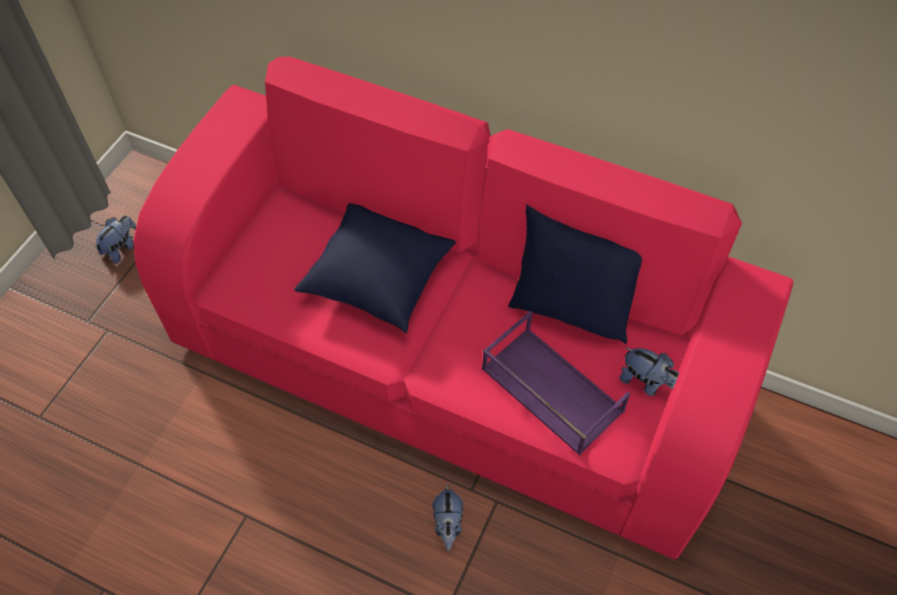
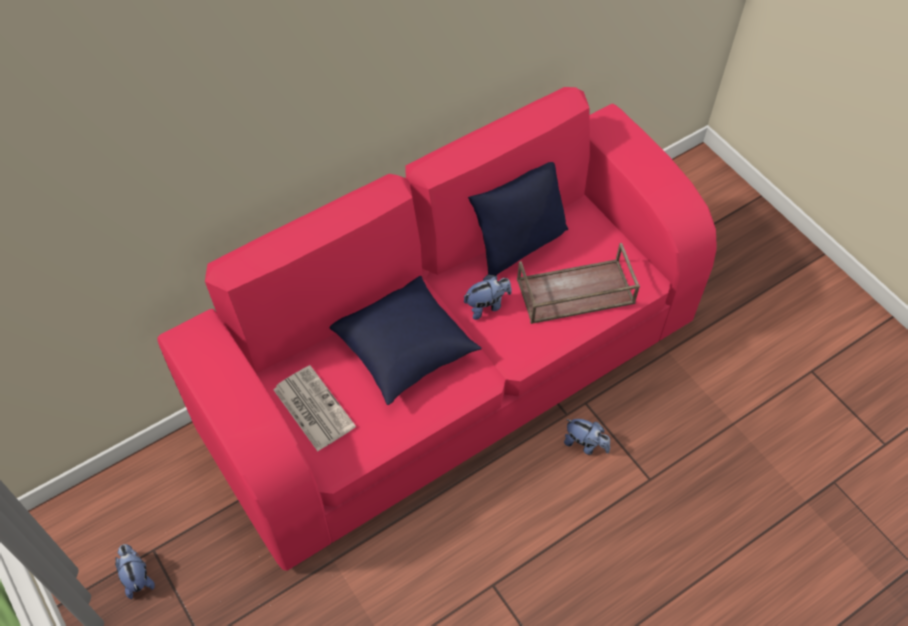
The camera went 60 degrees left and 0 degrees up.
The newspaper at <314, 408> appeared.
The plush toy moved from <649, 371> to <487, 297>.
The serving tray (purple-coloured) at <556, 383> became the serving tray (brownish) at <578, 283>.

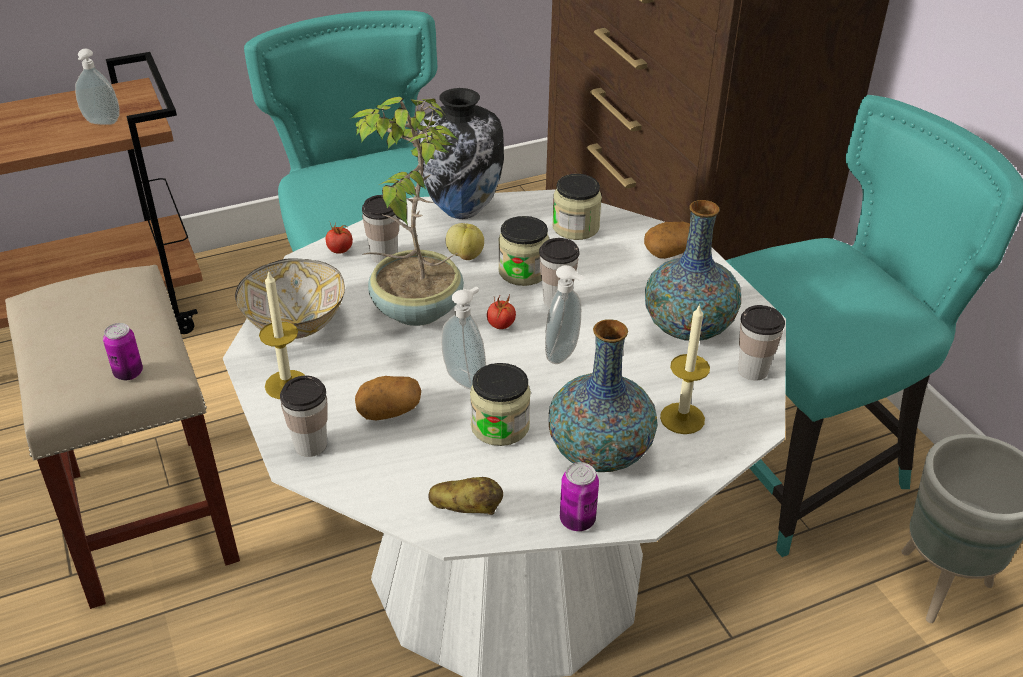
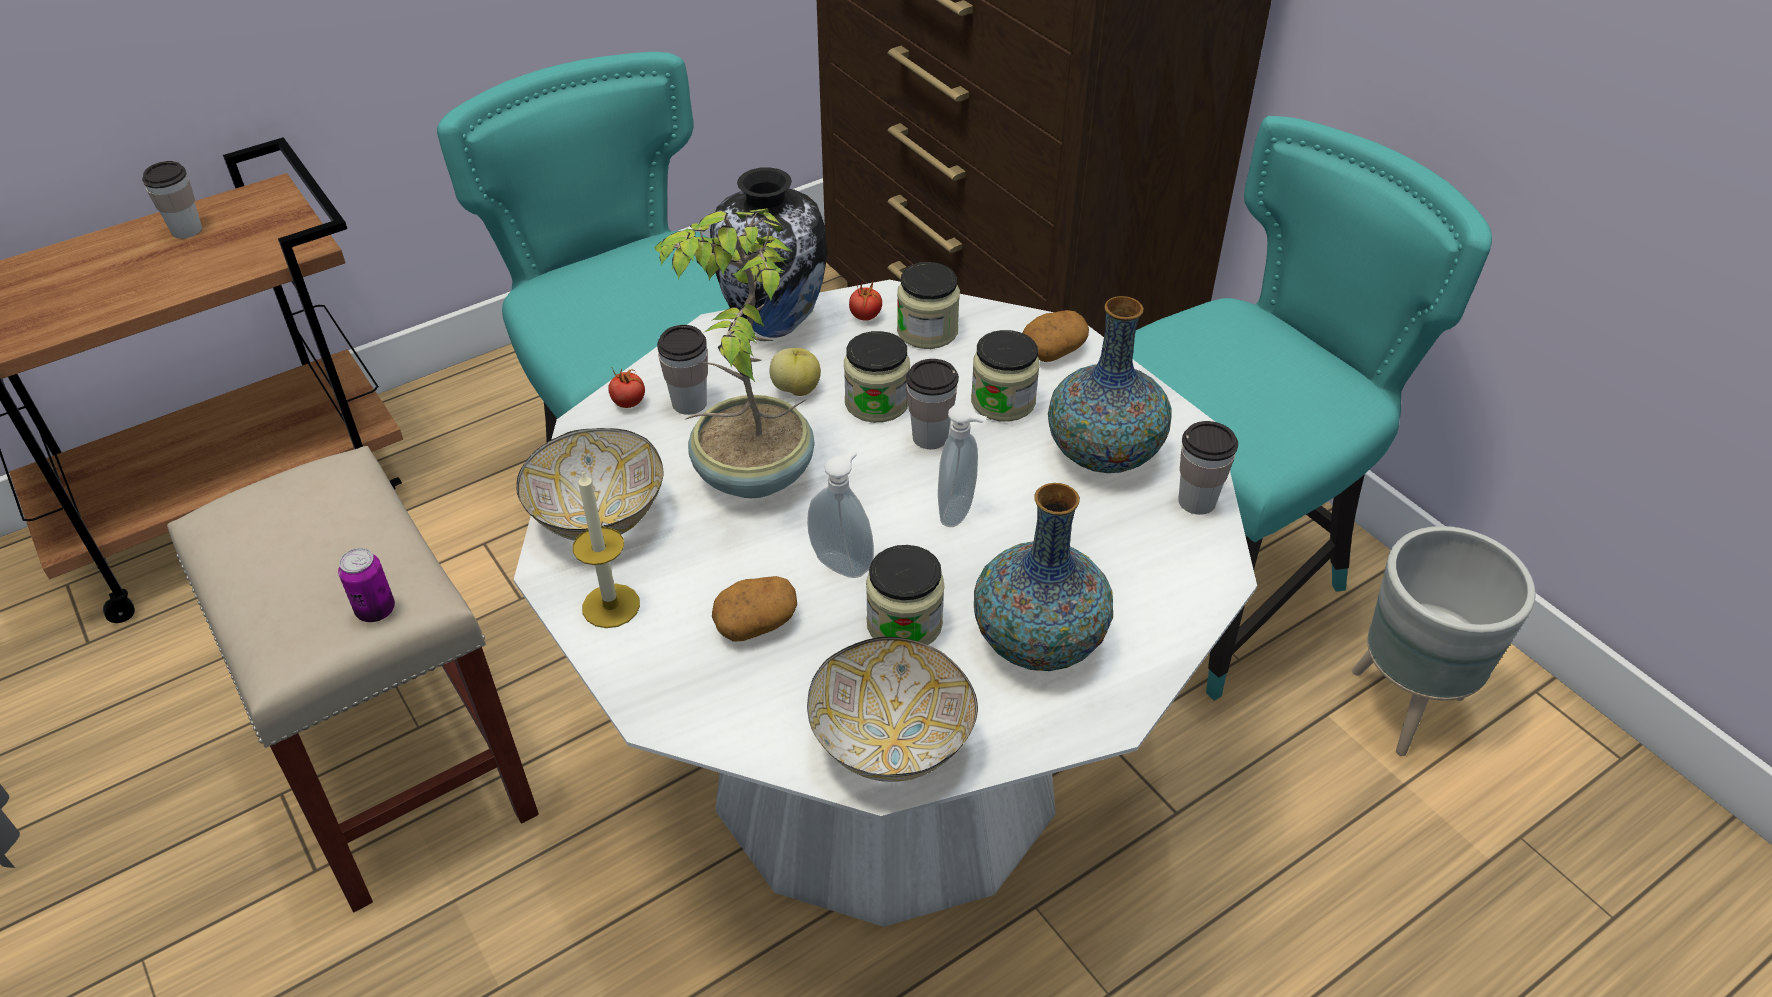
The camera went 10 degrees left and 5 degrees up.
The drinking cup moved from <304, 416> to <172, 200>.
The potato at <465, 496> was replaced by the serving bowl at <892, 709>.
The fresh tomato moved from <501, 312> to <865, 299>.
The preserve jar at <1005, 376> appeared.
The soap bottle at <97, 87> disappeared.
The can at <579, 496> disappeared.
The candle at <685, 369> disappeared.

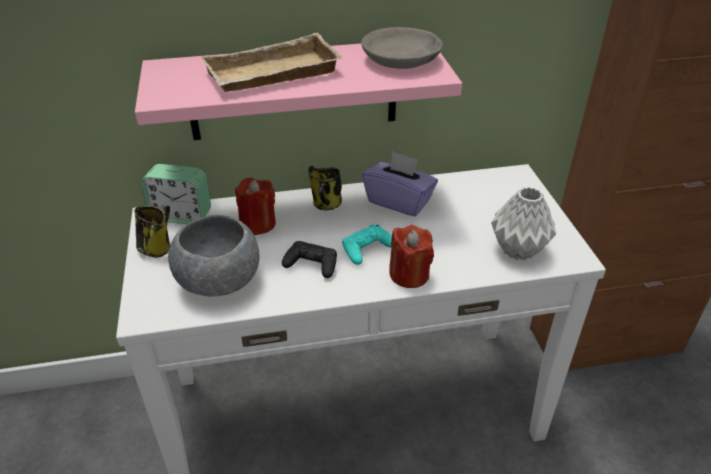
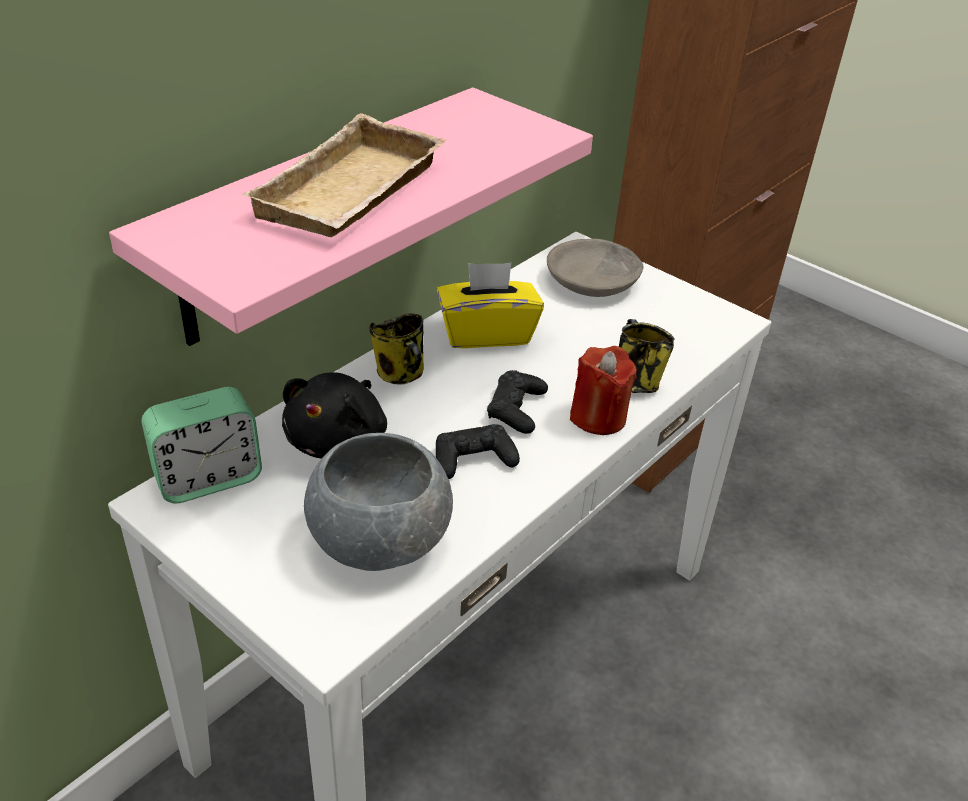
The camera went 40 degrees left and 0 degrees up.
The candle (reddish) at <255, 206> was replaced by the plush toy (black) at <334, 415>.
The tissue holder (purple-coloured) at <400, 184> became the tissue holder (yellow) at <490, 305>.
The joypad (blue-green) at <367, 244> became the joypad (black) at <517, 402>.
The serving bowl (gray) moved from <402, 48> to <595, 268>.
The tea mug moved from <152, 231> to <647, 356>.
The flower vase (gray) at <523, 223> disappeared.

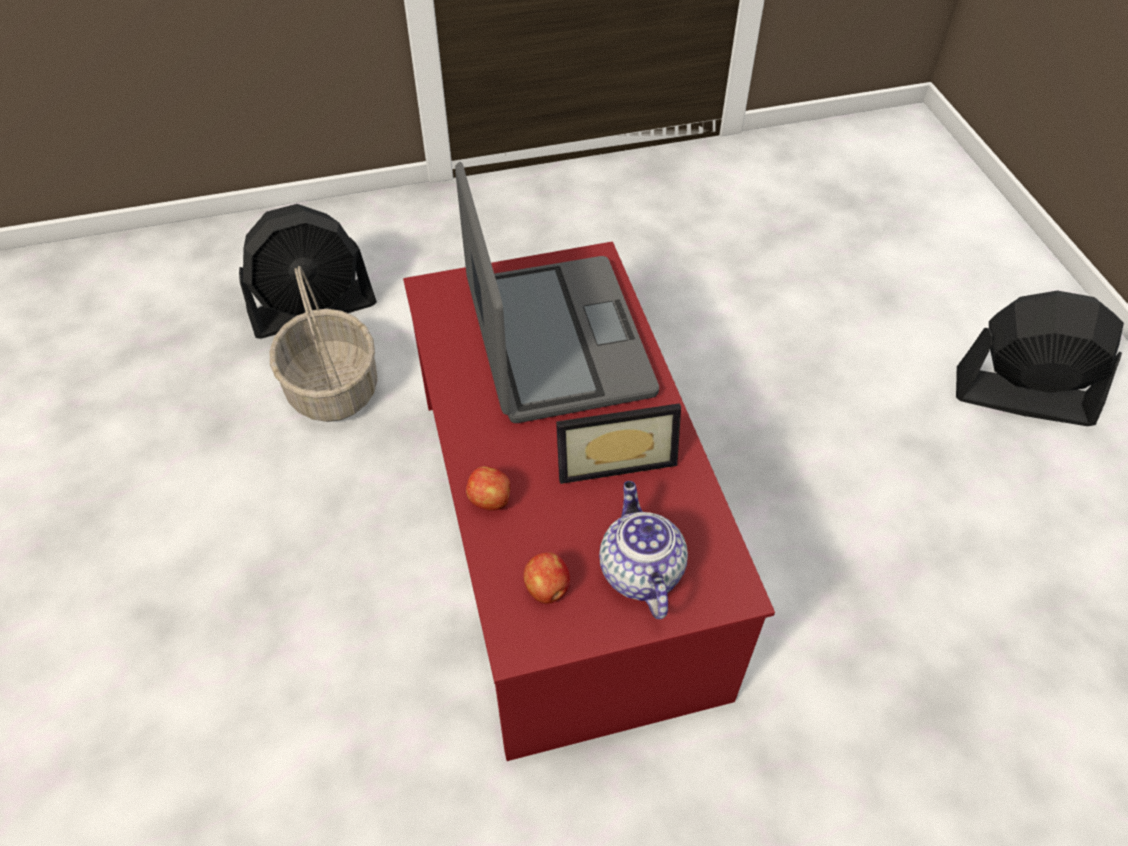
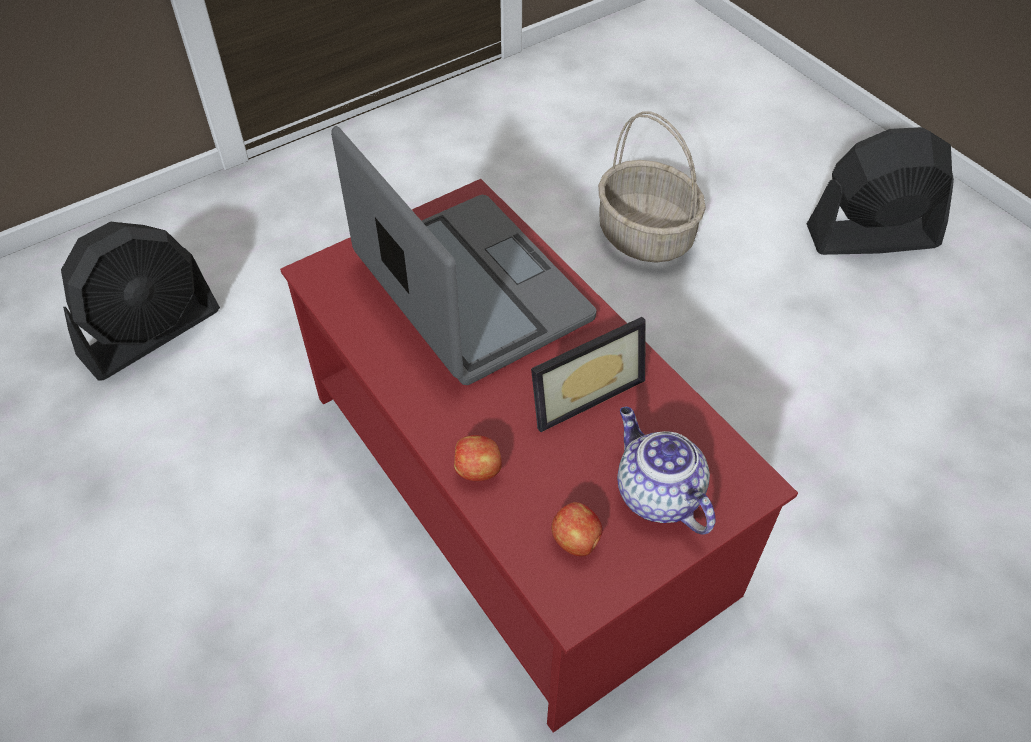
The camera went 20 degrees left and 0 degrees up.
The basket moved from <323, 344> to <652, 187>.

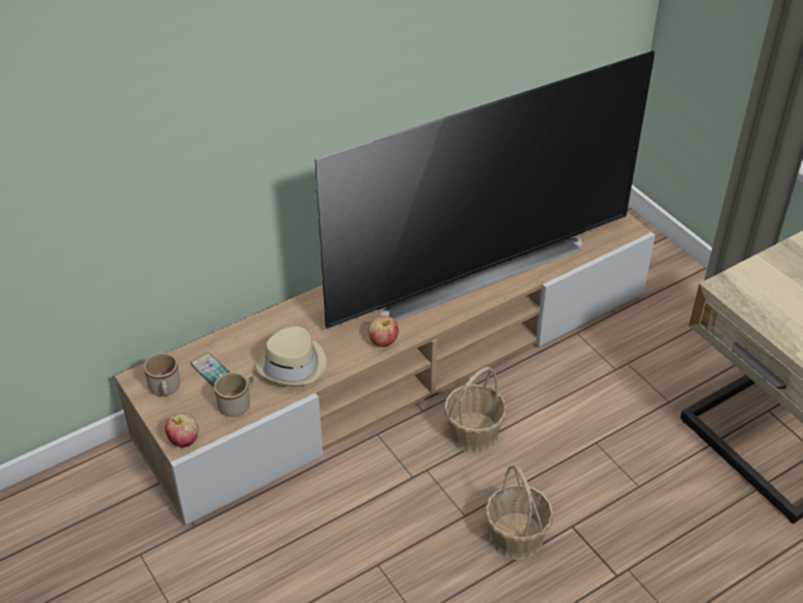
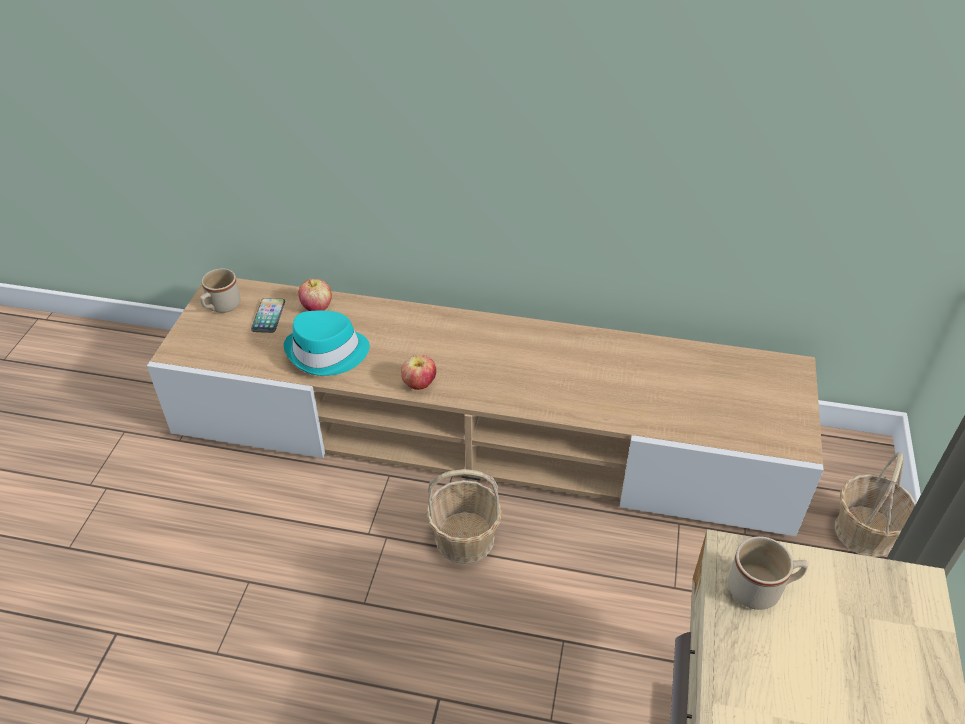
The camera went 45 degrees right and 0 degrees up.
The clothing hat (sand-coloured) at <291, 356> became the clothing hat (blue-green) at <327, 343>.
The whole apple moved from <182, 430> to <315, 295>.
The tea mug (sand-coloured) moved from <234, 394> to <768, 573>.
The basket moved from <519, 512> to <875, 504>.
The TV at <485, 190> disappeared.

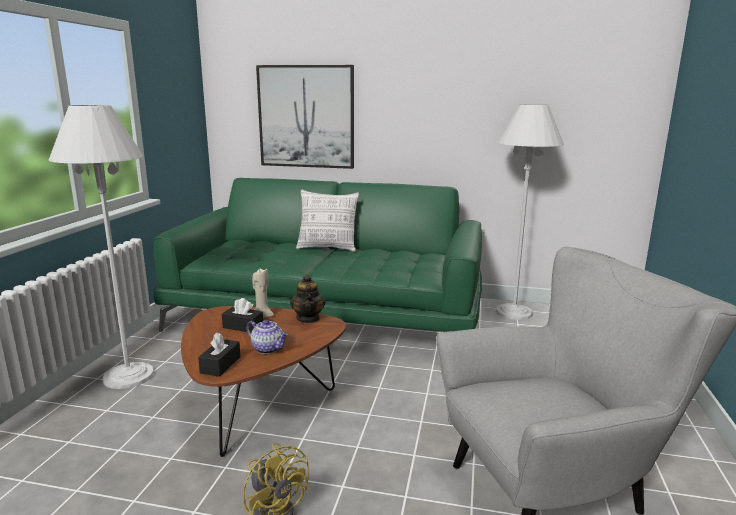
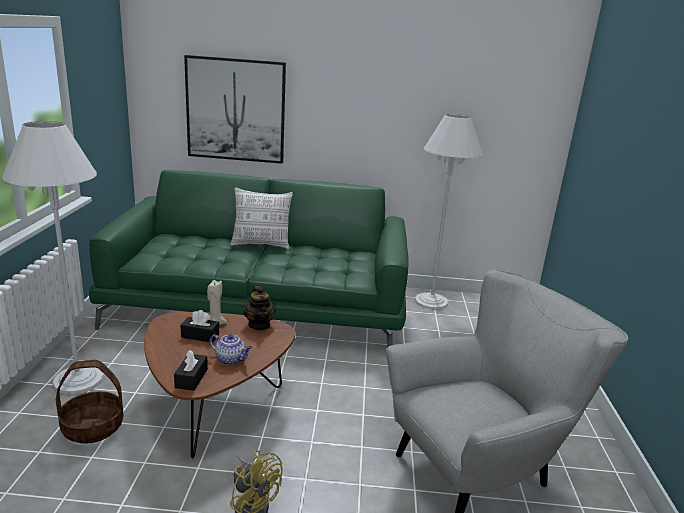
The camera went 10 degrees left and 5 degrees up.
The basket at <89, 402> appeared.

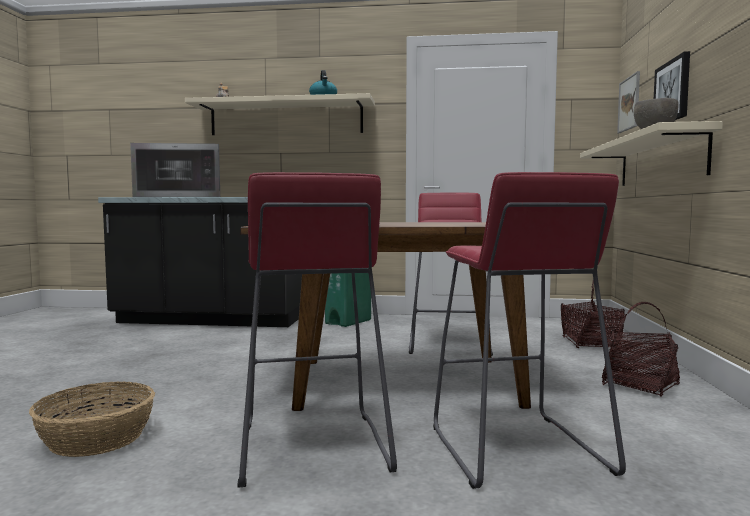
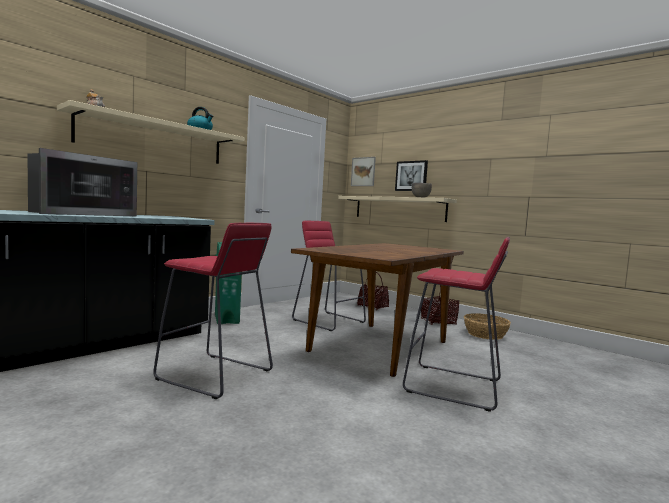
The camera went 55 degrees left and 0 degrees up.
The stool (reddish) moved from <529, 330> to <213, 311>.
The basket moved from <92, 419> to <487, 326>.

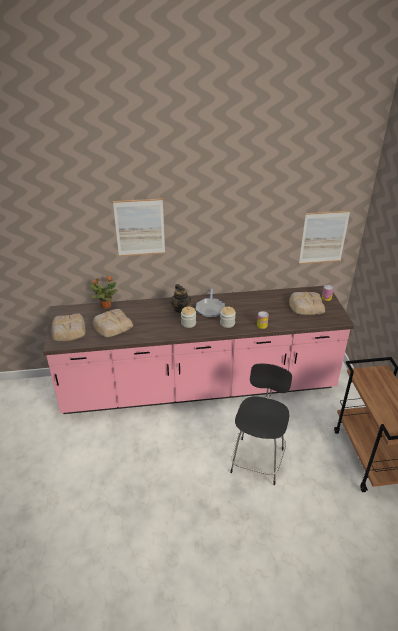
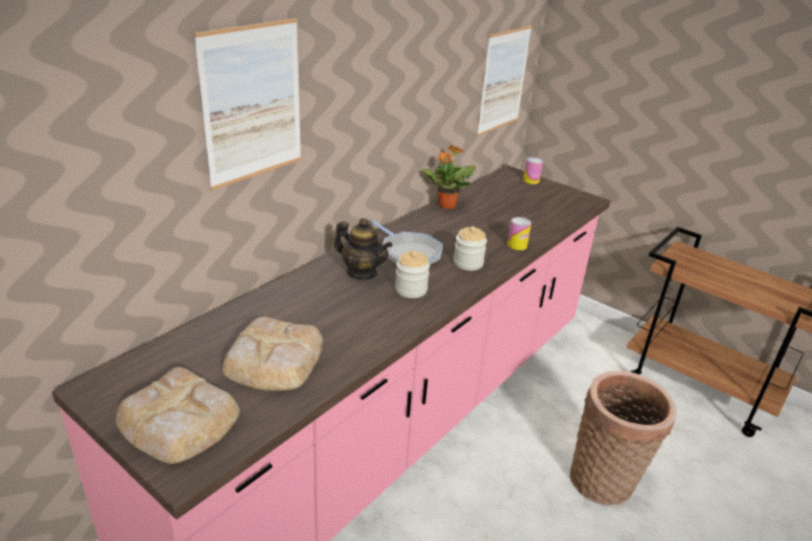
The camera went 45 degrees left and 5 degrees down.
The potted plant moved from <104, 292> to <449, 177>.
The stool (black) at <261, 424> was replaced by the basket at <623, 438>.
The bread at <307, 303> disappeared.

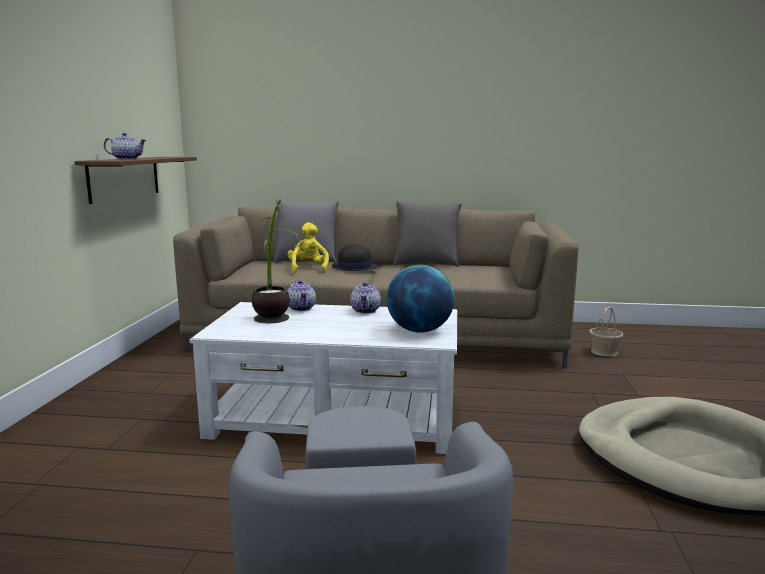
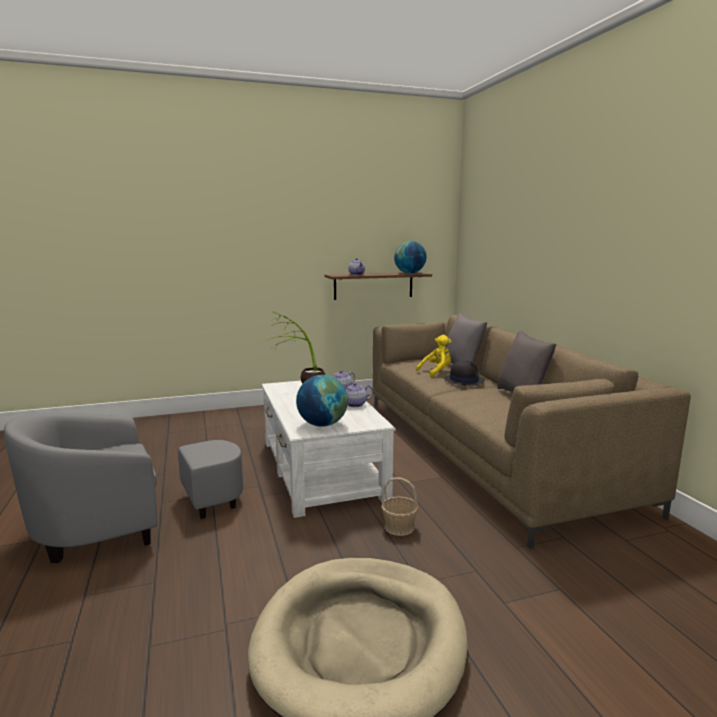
The camera went 65 degrees right and 0 degrees up.
The basket moved from <606, 332> to <399, 506>.
The world globe at <410, 257> appeared.

